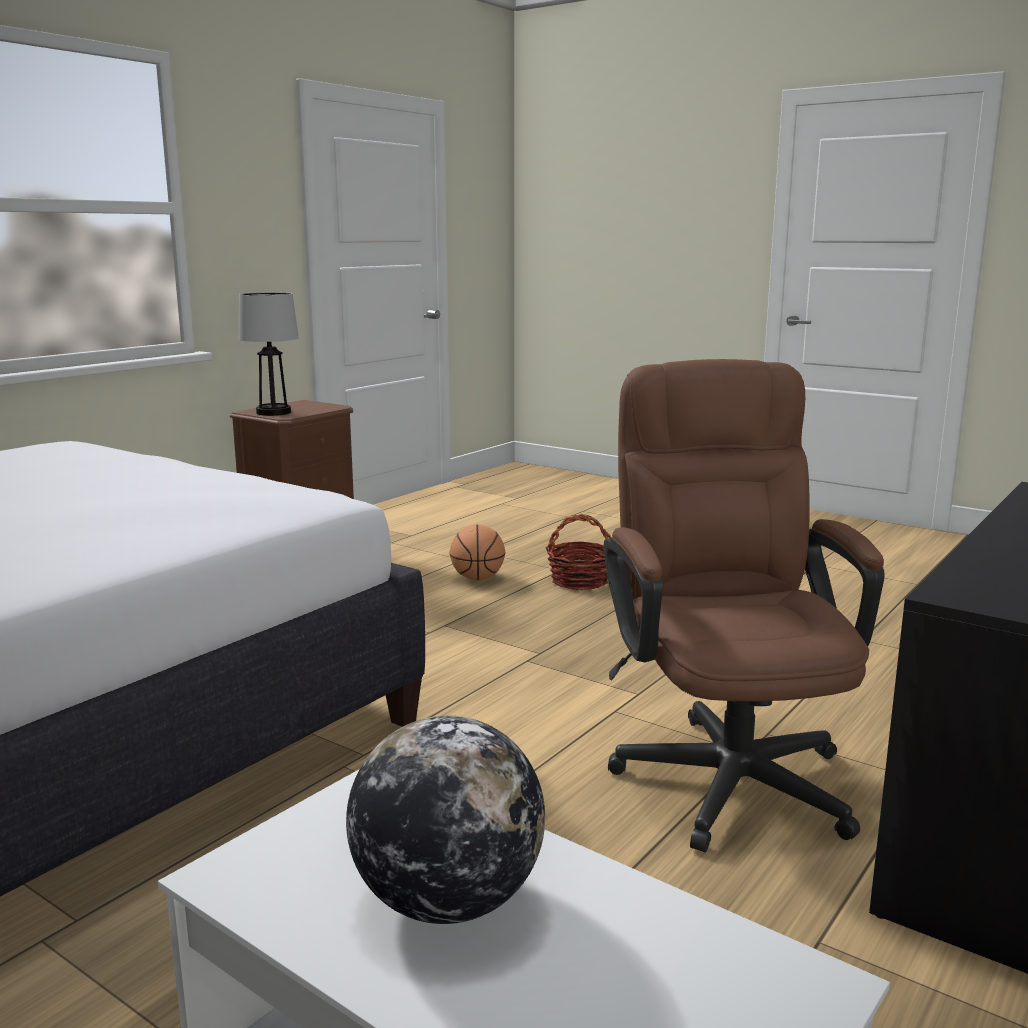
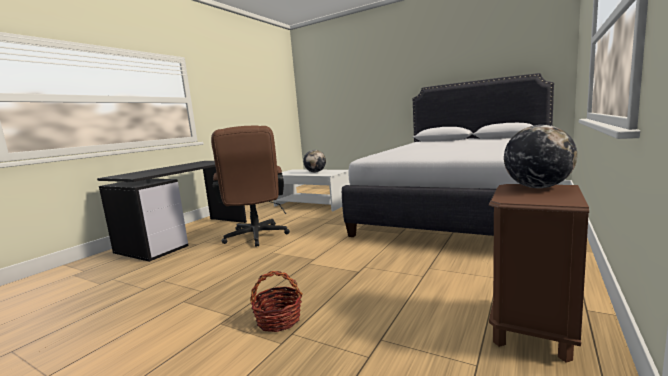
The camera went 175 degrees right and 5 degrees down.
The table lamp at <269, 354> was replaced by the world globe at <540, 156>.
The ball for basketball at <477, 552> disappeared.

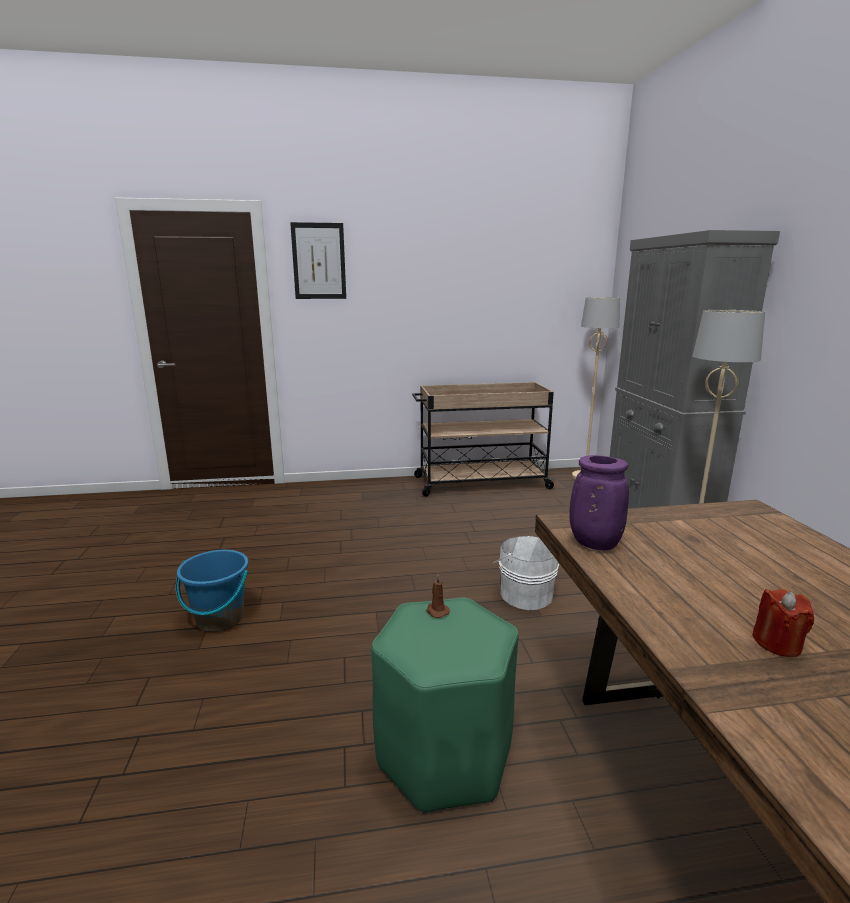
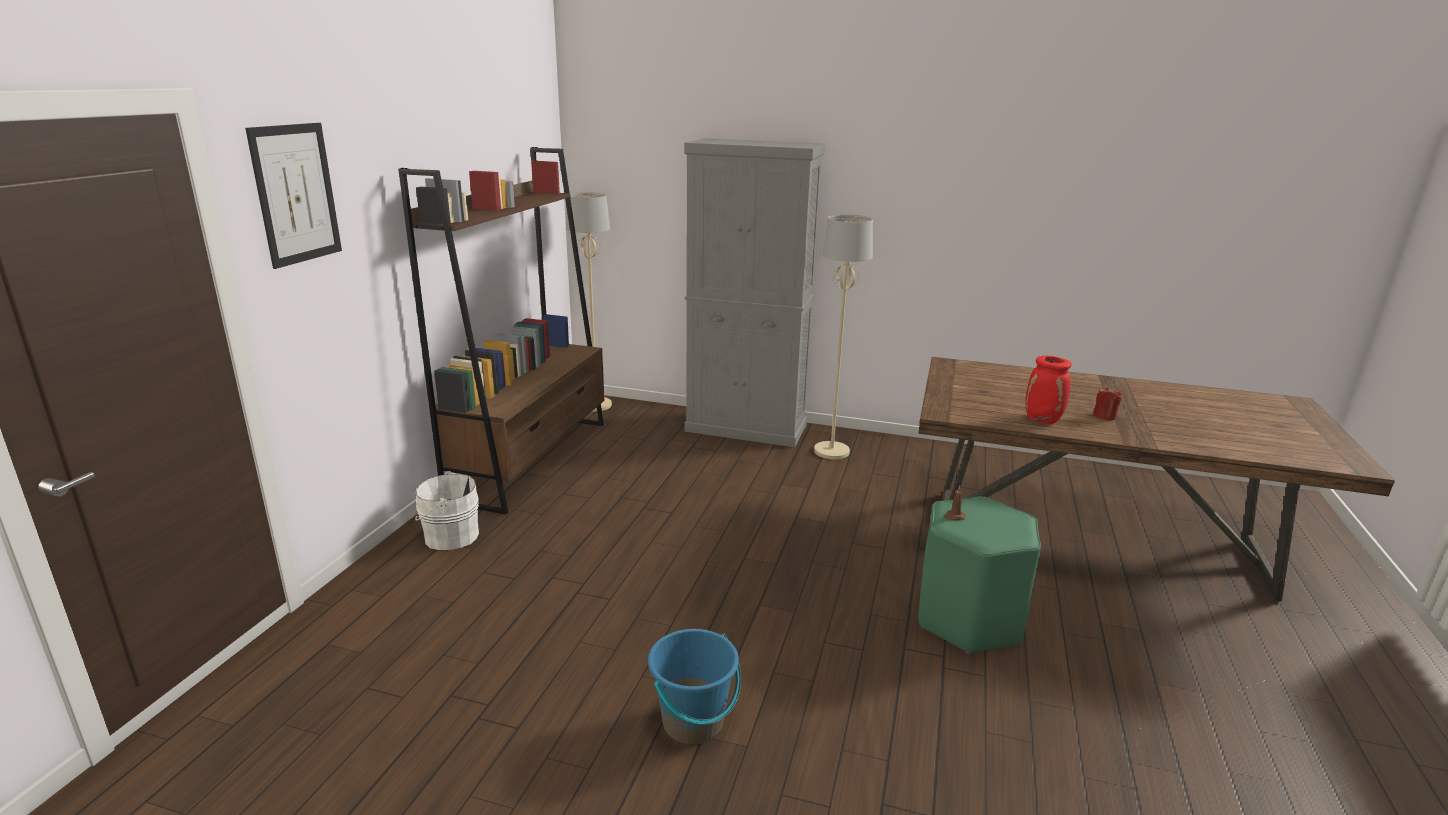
The camera went 65 degrees left and 5 degrees up.
The cart (sand-coloured) at <484, 439> was replaced by the bookcase (brownish) at <501, 331>.
The water bucket (white) moved from <526, 573> to <447, 510>.
The flower vase (reddish) at <1048, 390> appeared.
The flower vase (purple-coloured) at <599, 502> disappeared.

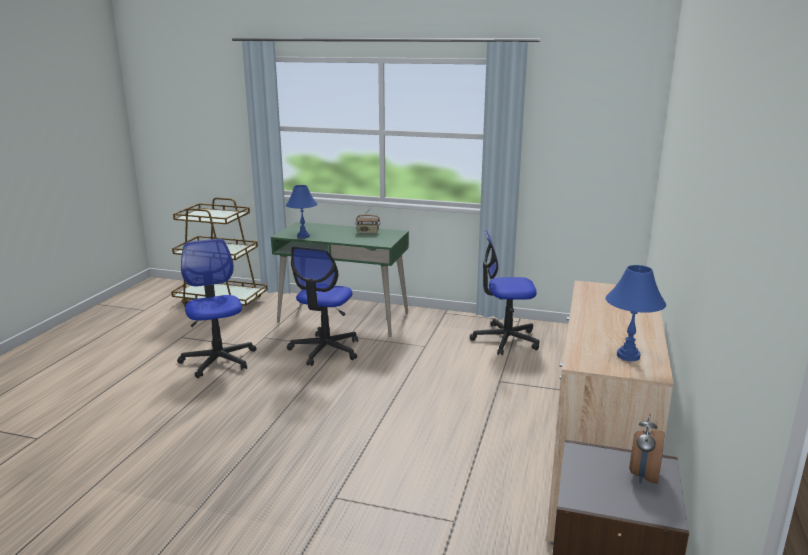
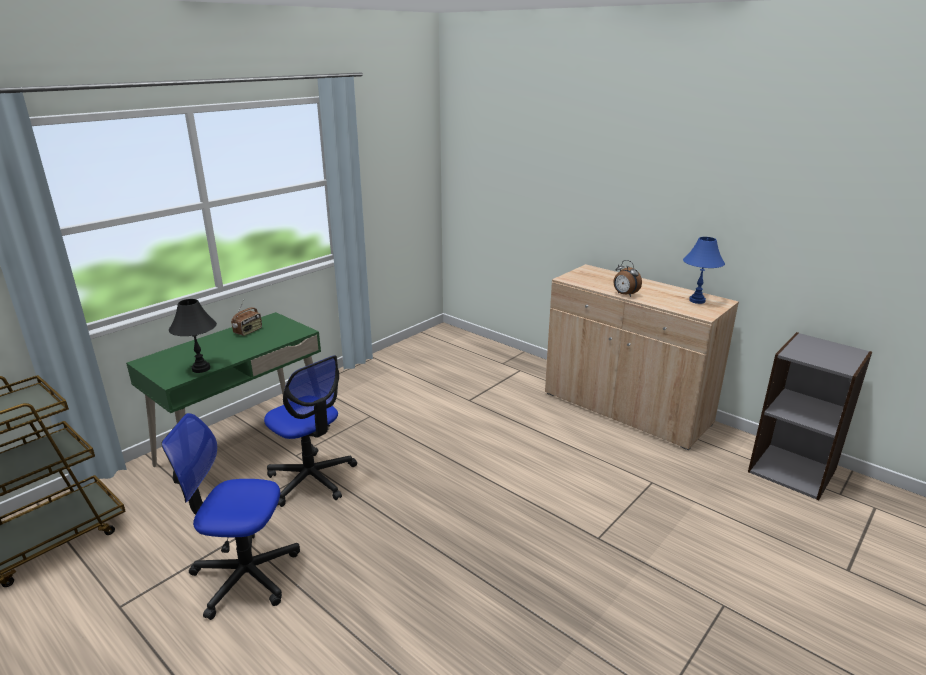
The camera went 65 degrees left and 5 degrees up.
The table lamp (blue) at <301, 211> became the table lamp (black) at <193, 336>.
The bedside clock moved from <647, 449> to <628, 278>.
The computer chair at <504, 292> disappeared.

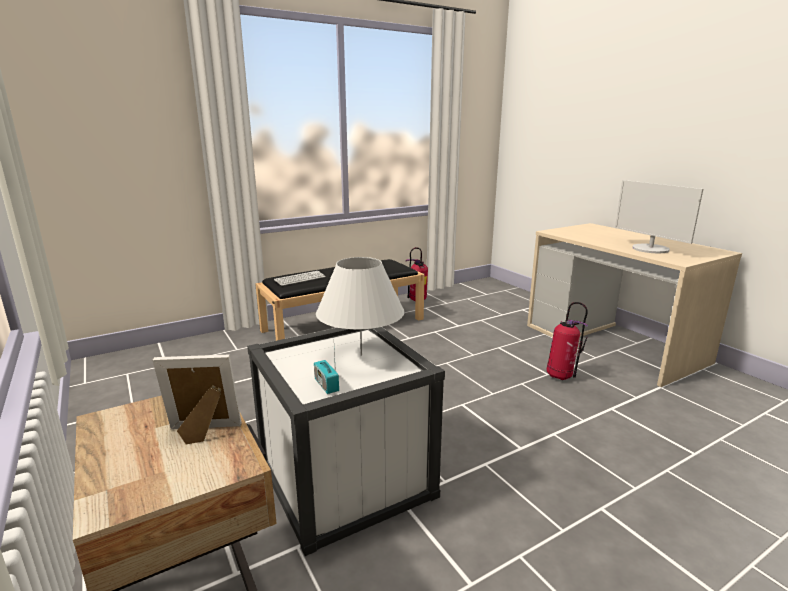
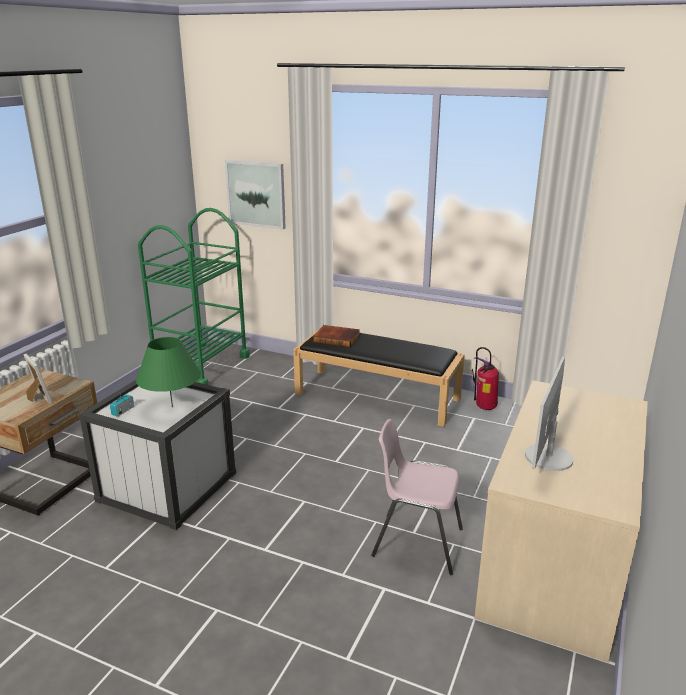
The camera went 55 degrees right and 5 degrees up.
The table lamp (white) at <360, 306> became the table lamp (greenish) at <168, 372>.
The cart (greenish) at <194, 296> appeared.
The picture at <255, 195> appeared.
The computer keyboard at <300, 278> was replaced by the volume at <336, 336>.
The extinguisher at <567, 341> was replaced by the plain chair (pink) at <417, 497>.

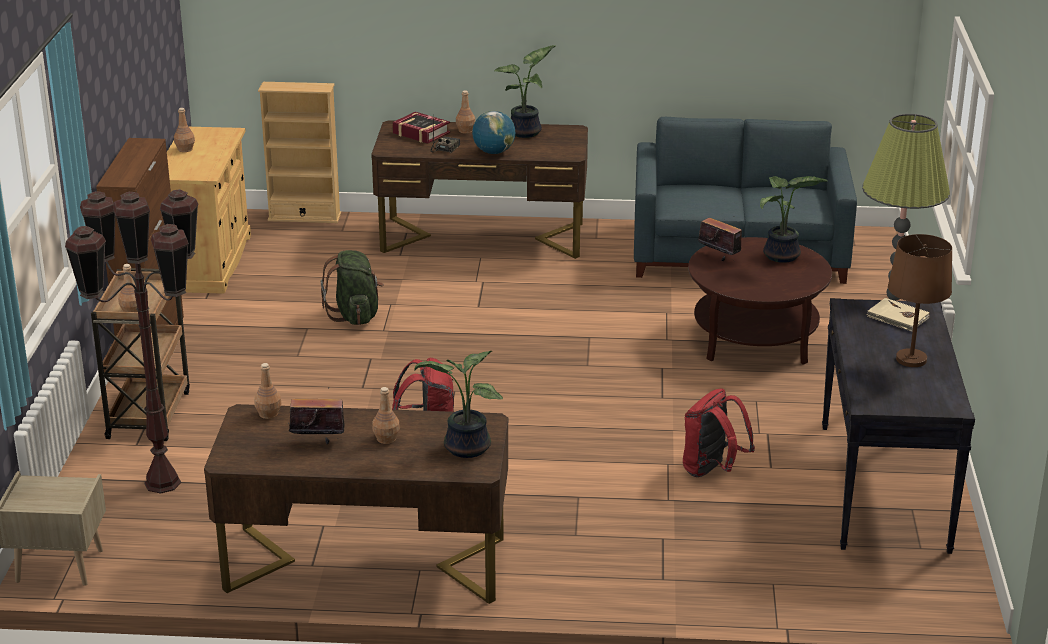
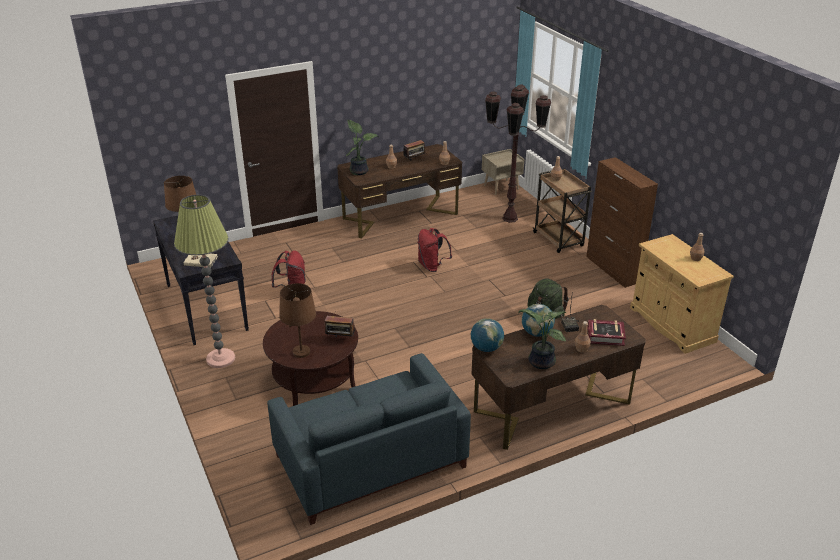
The camera went 150 degrees right and 5 degrees up.
The potted plant at <794, 219> was replaced by the table lamp (brownish) at <297, 320>.
The world globe at <487, 335> appeared.
The bookcase (sand-coloured) at <299, 152> disappeared.

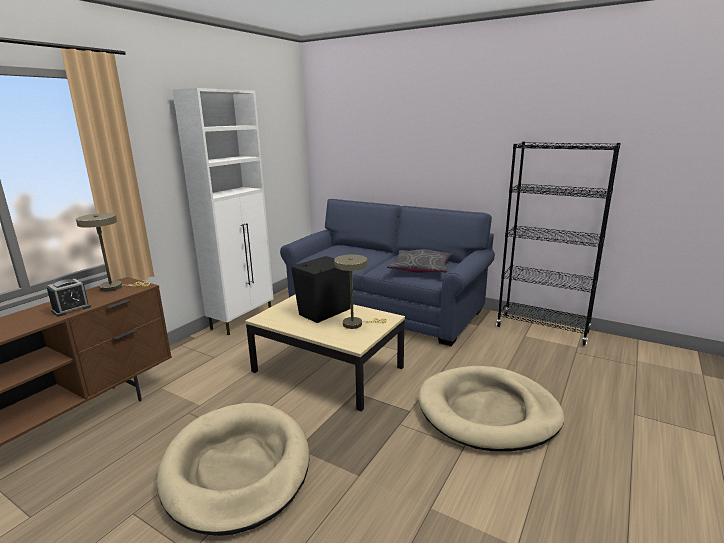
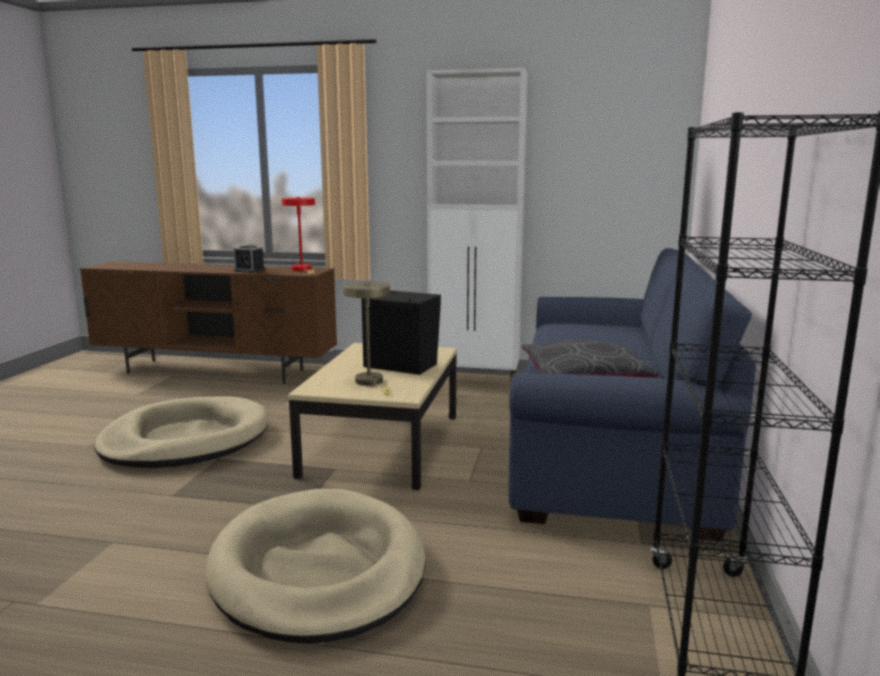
The camera went 70 degrees right and 5 degrees down.
The table lamp (sand-coloured) at <113, 252> became the table lamp (reddish) at <298, 235>.

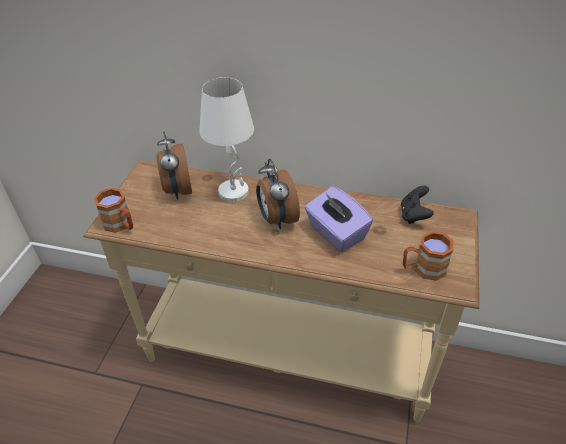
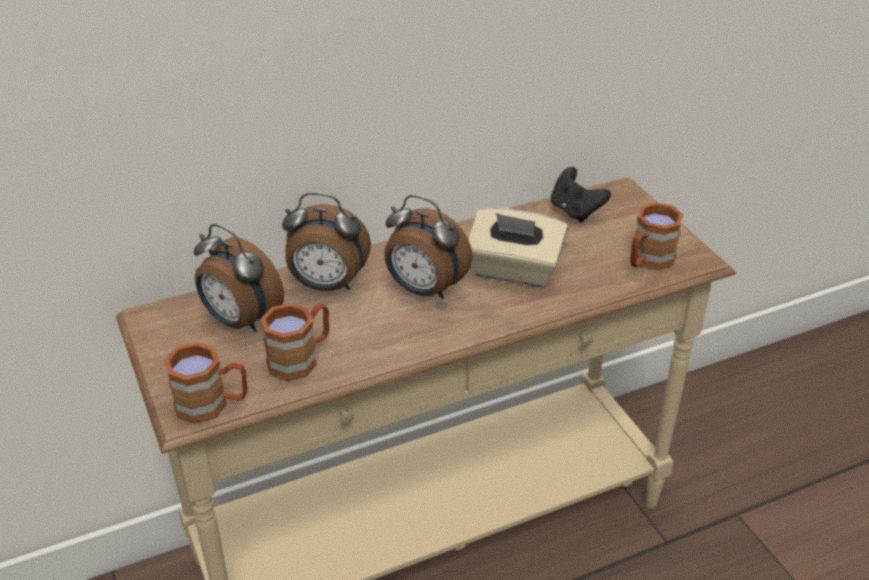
The camera went 40 degrees left and 5 degrees down.
The tea mug (brownish) at <294, 342> appeared.
The table lamp (white) at <226, 139> was replaced by the bedside clock at <326, 241>.
The tissue holder (purple-coloured) at <339, 219> became the tissue holder (sand-coloured) at <518, 248>.

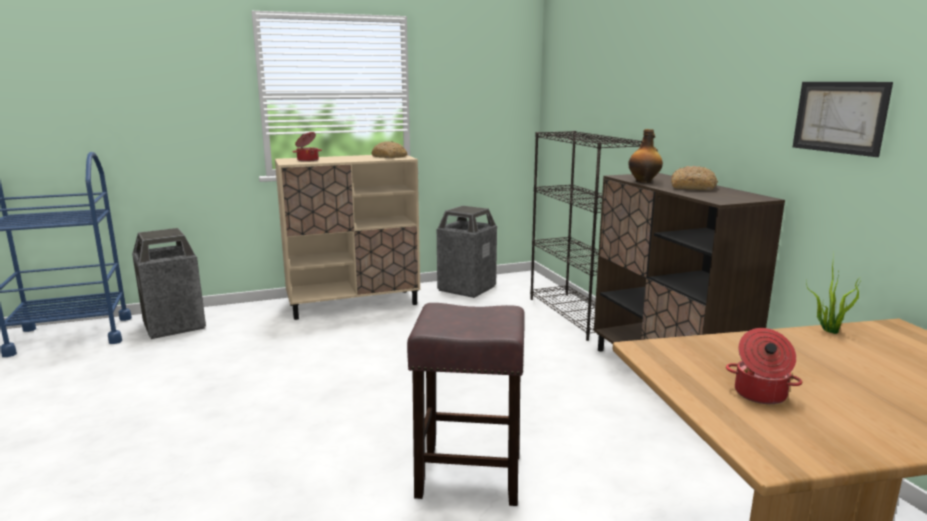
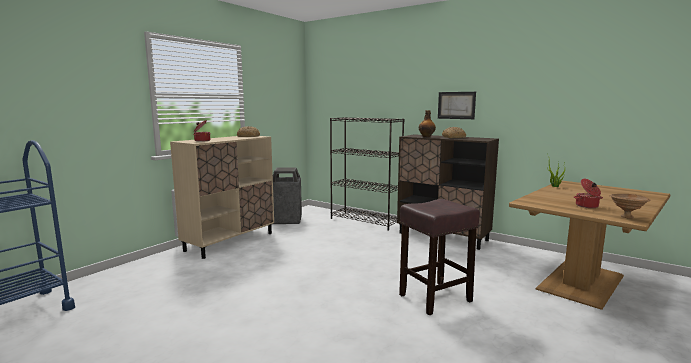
The camera went 35 degrees left and 5 degrees down.
The picture moved from <843, 119> to <457, 105>.
The serving bowl (brownish) at <629, 206> appeared.
The trash can at <169, 283> disappeared.

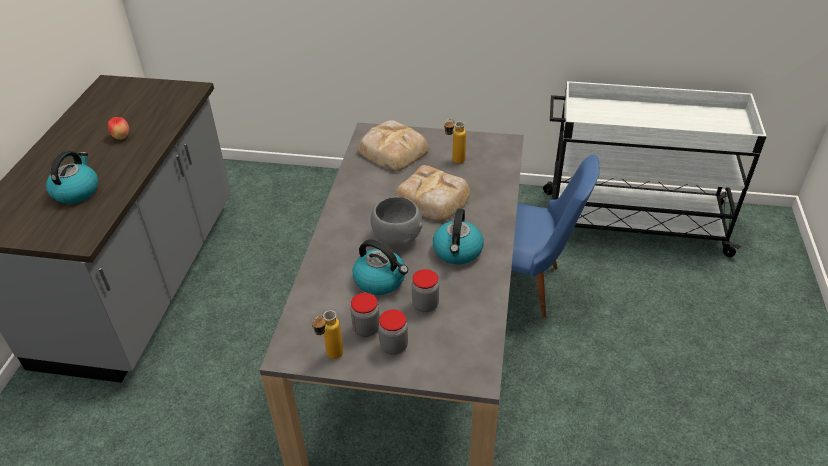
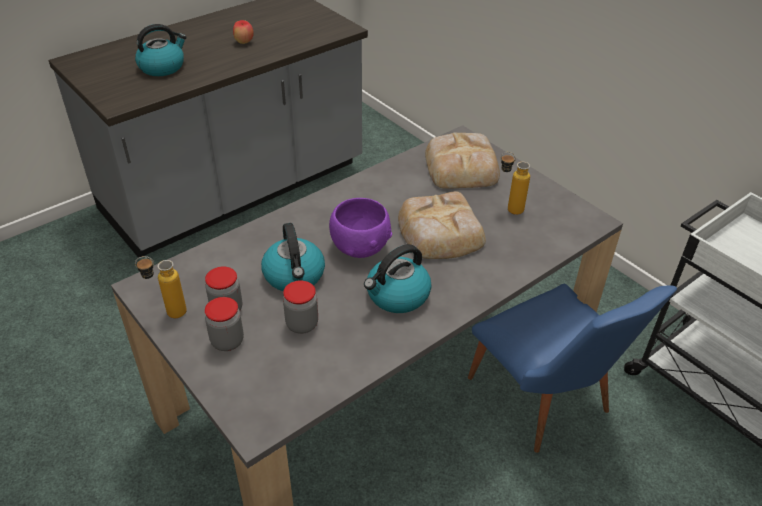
The camera went 40 degrees right and 0 degrees up.
The serving bowl (gray) at <397, 221> became the serving bowl (purple-coloured) at <360, 228>.

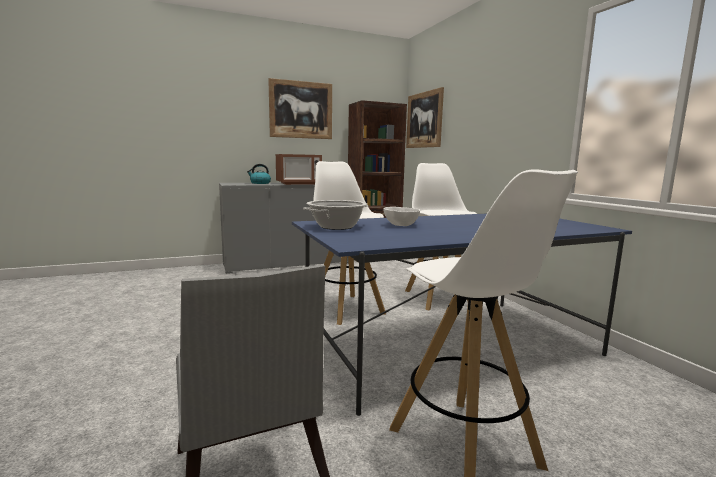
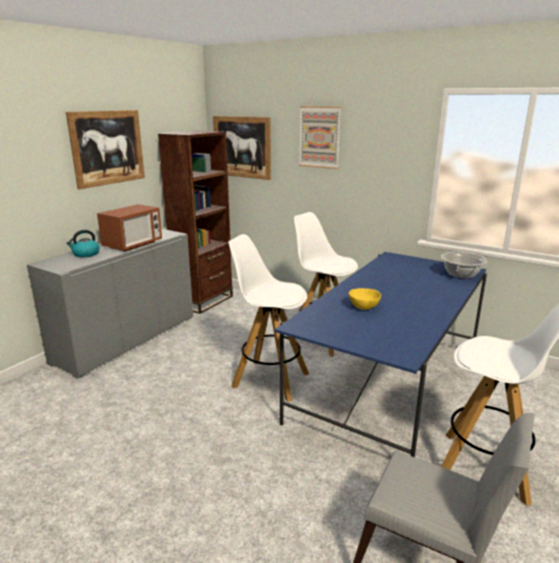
The camera went 35 degrees left and 10 degrees up.
The picture at <320, 137> appeared.
The serving bowl (white) at <401, 216> became the serving bowl (yellow) at <365, 299>.
The saucepot moved from <336, 215> to <464, 265>.

